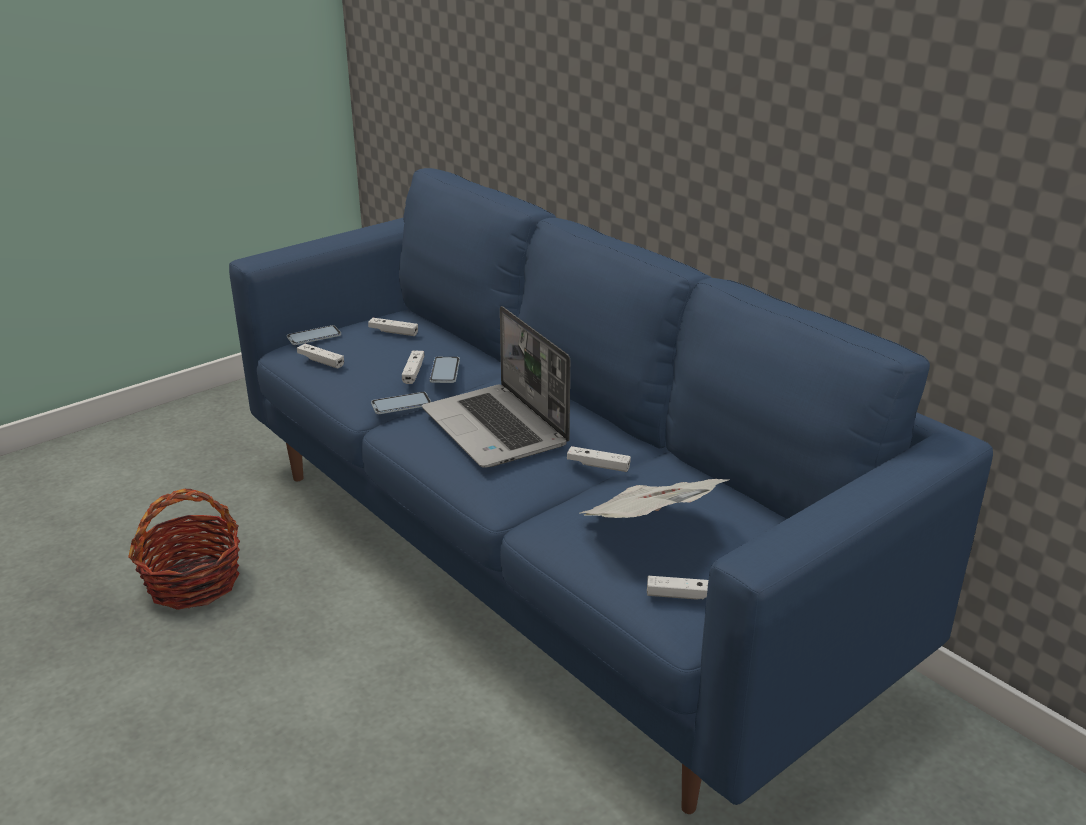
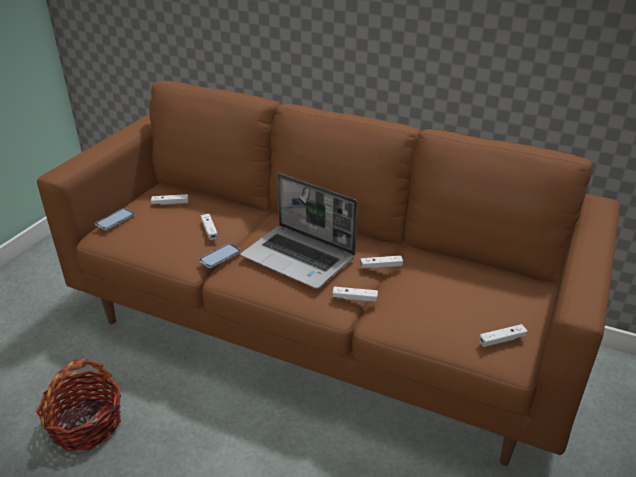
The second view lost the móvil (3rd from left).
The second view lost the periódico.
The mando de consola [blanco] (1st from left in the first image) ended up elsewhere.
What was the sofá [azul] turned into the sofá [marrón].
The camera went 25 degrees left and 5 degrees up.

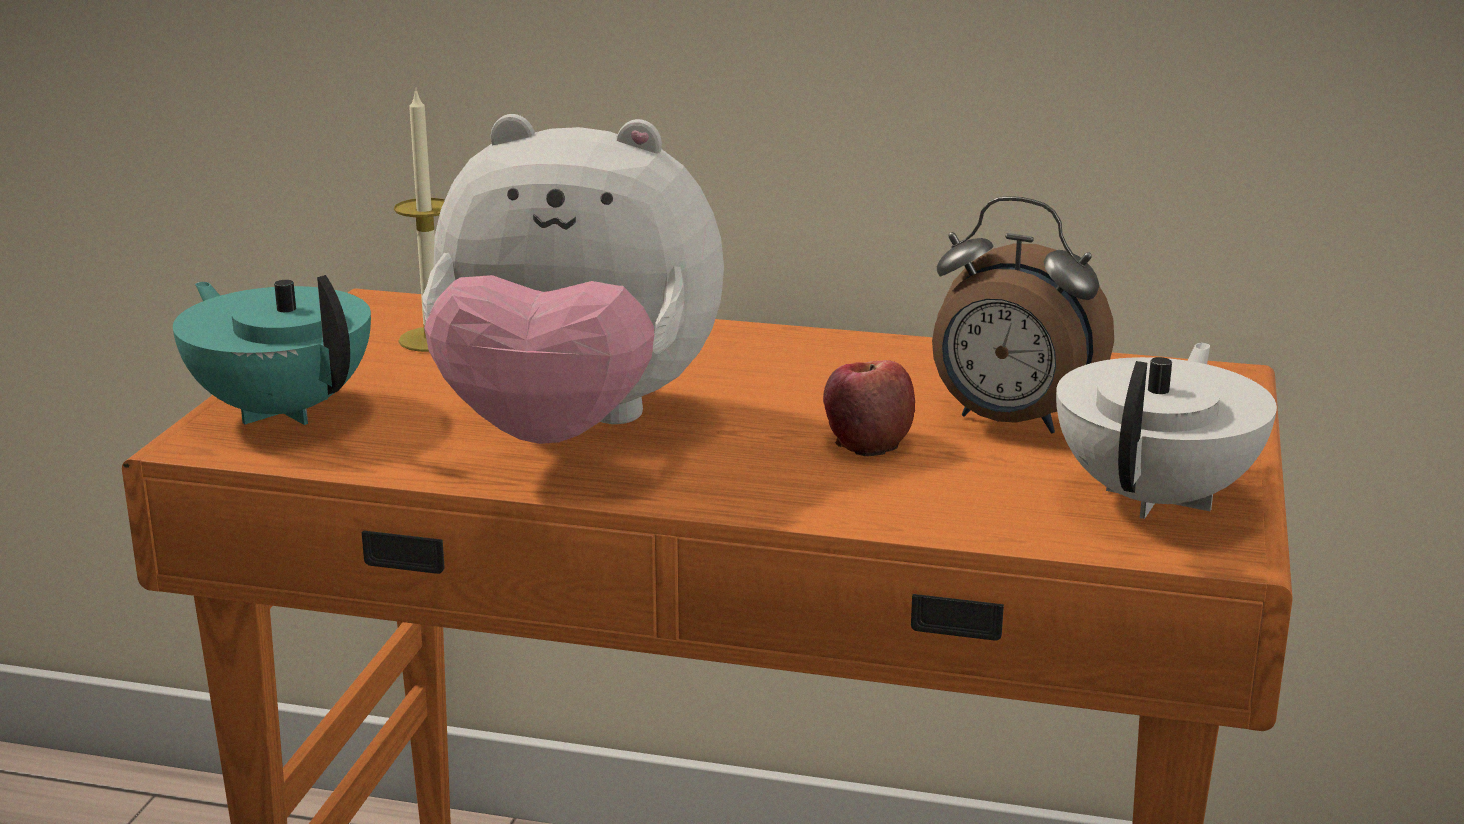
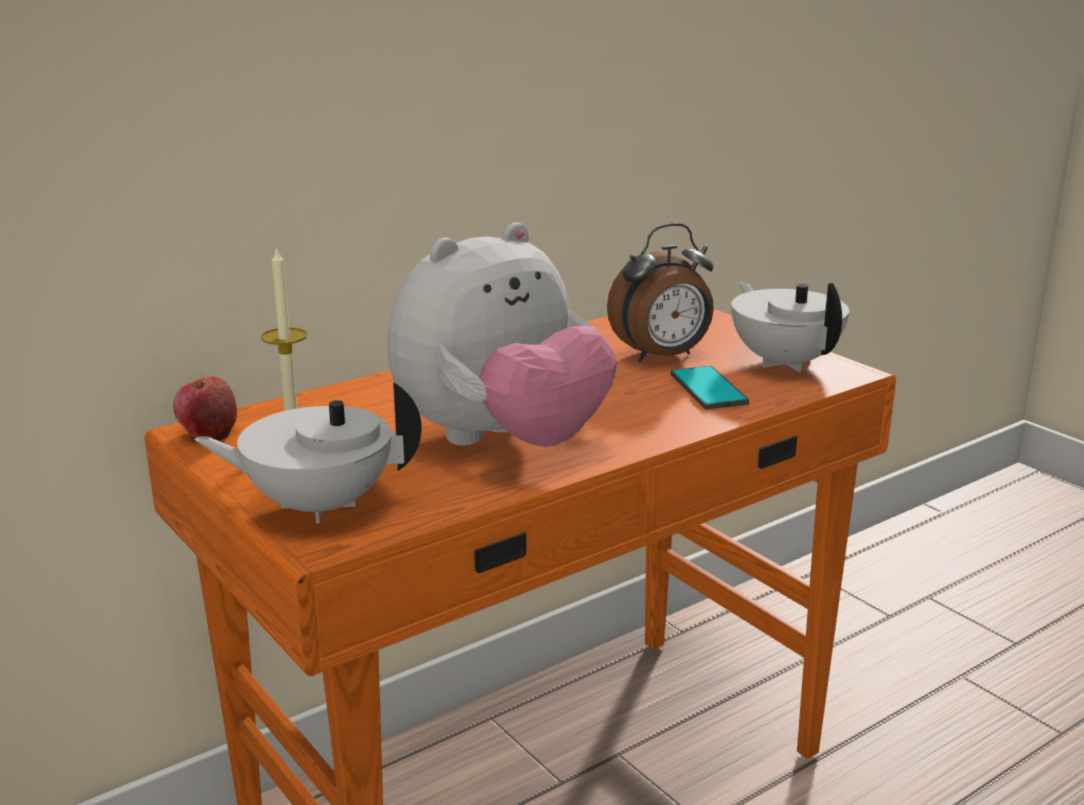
The second view gained the móvil.
The manzana ended up elsewhere.
What was the tetera [turquesa] turned into the tetera [blanco] (1st from left).
The camera went 50 degrees left and 0 degrees up.

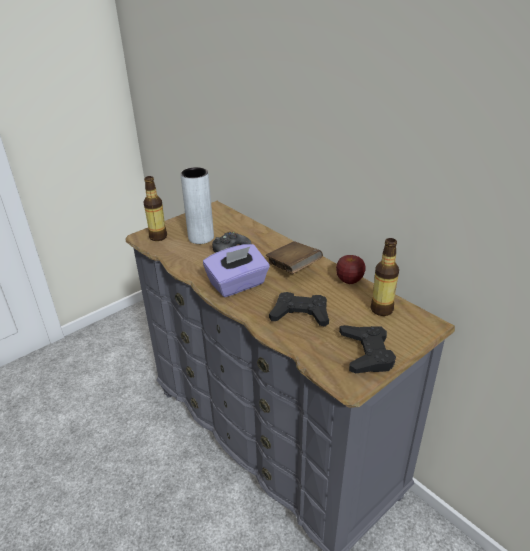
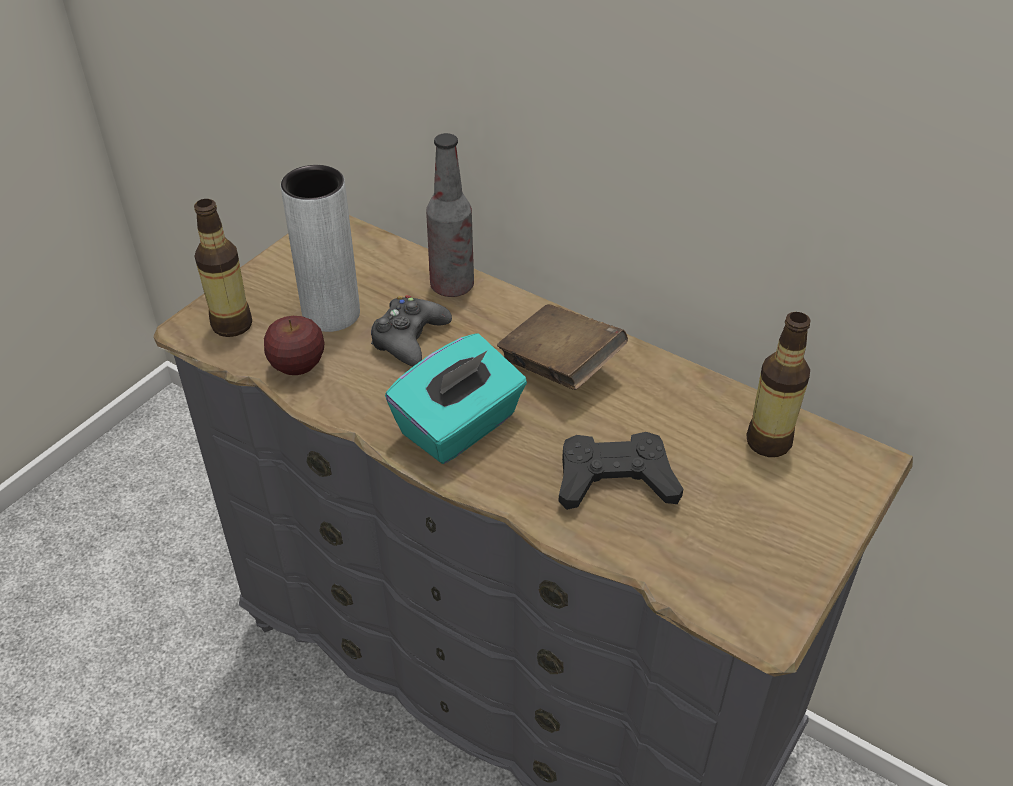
The second view lost the mando de consola [negro] (3rd from left).
The second view gained the botella (2nd from left).
The manzana ended up elsewhere.
What was the caja de pañuelos [morado] turned into the caja de pañuelos [turquesa].
The camera went 15 degrees left and 10 degrees up.

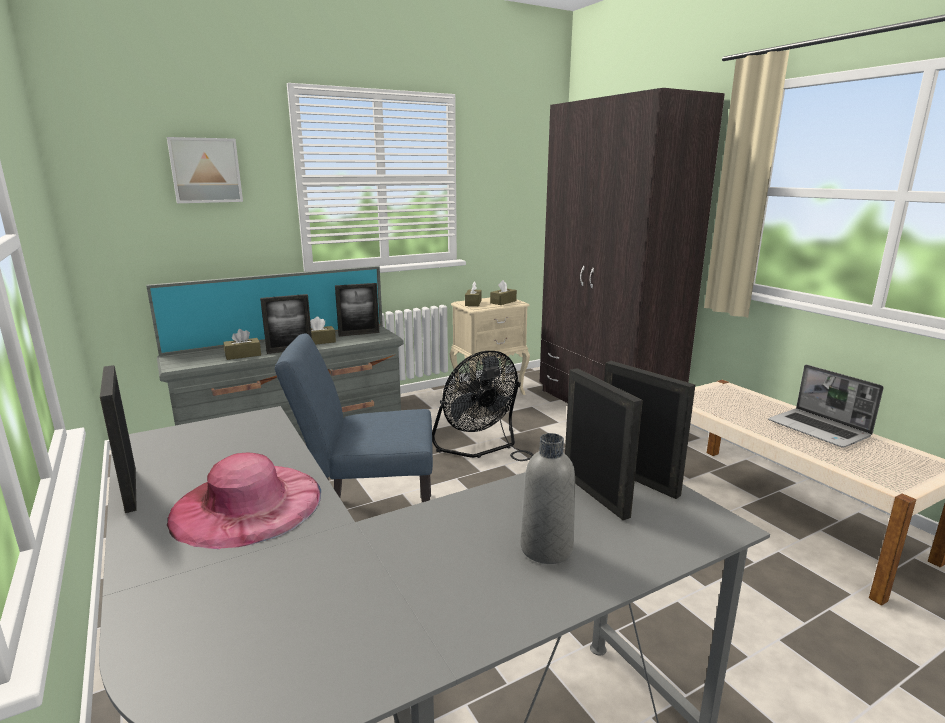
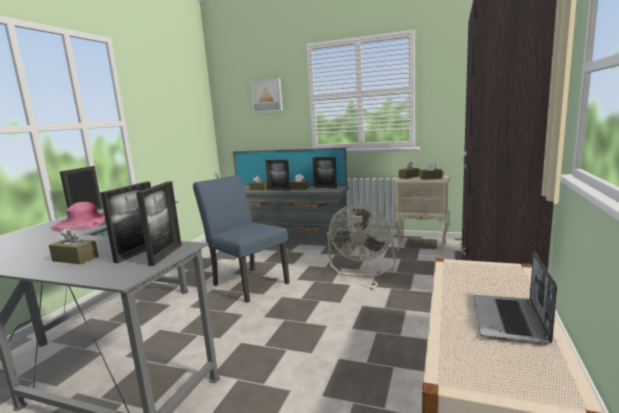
Where the botella [gris] stood, the caja de pañuelos [marrón] (1st from left) came to stand.
What was the ventilador [negro] turned into the ventilador [beis].
The camera went 50 degrees right and 5 degrees down.

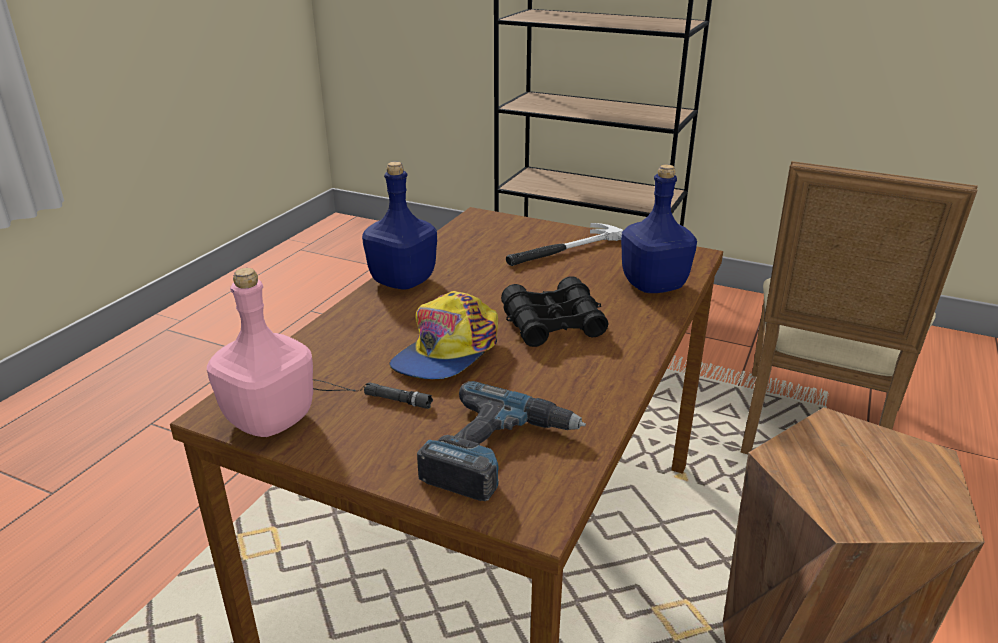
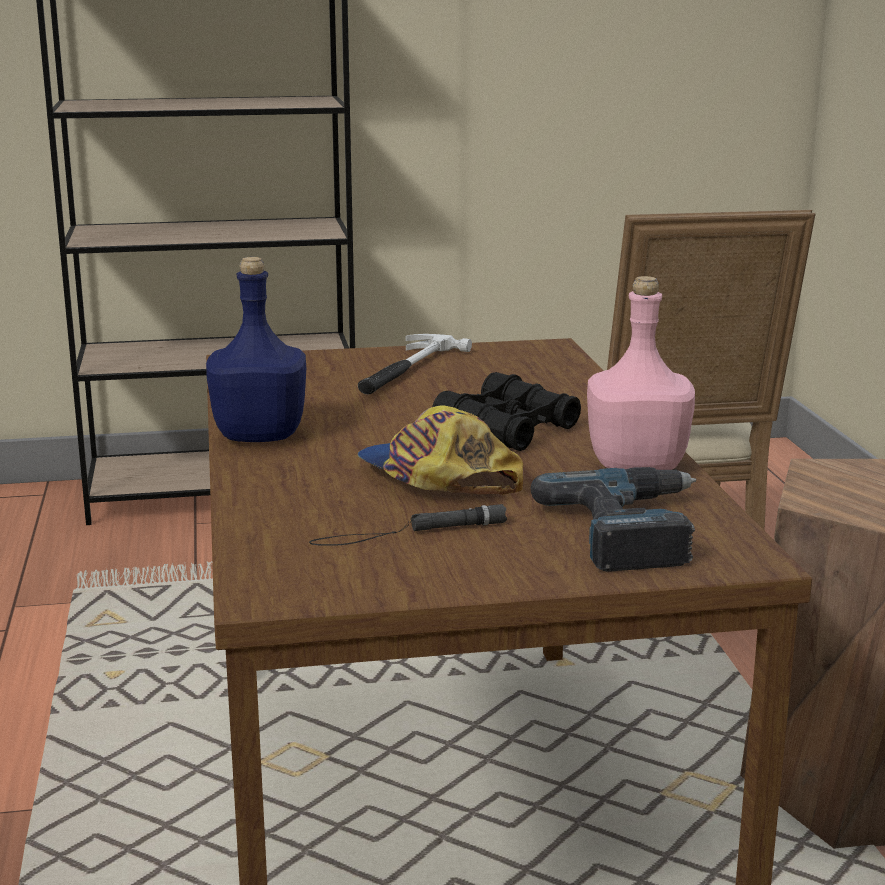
The second view lost the botella [azul] (2nd from left).
The botella [rosa] ended up elsewhere.
The gorra ended up facing another way, 150 degrees clockwise from before.
The camera went 35 degrees left and 10 degrees down.

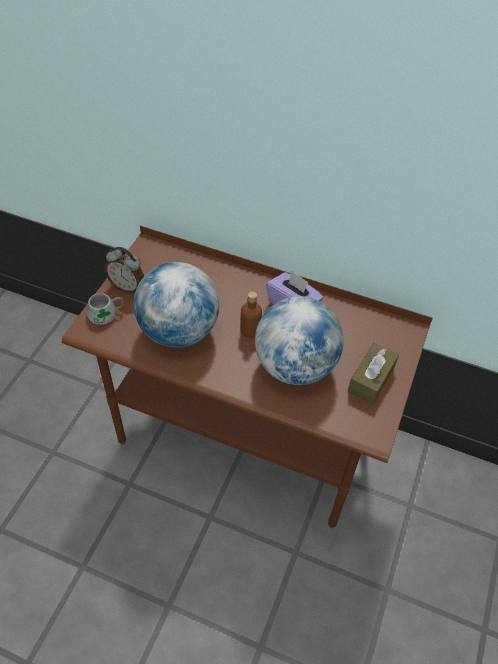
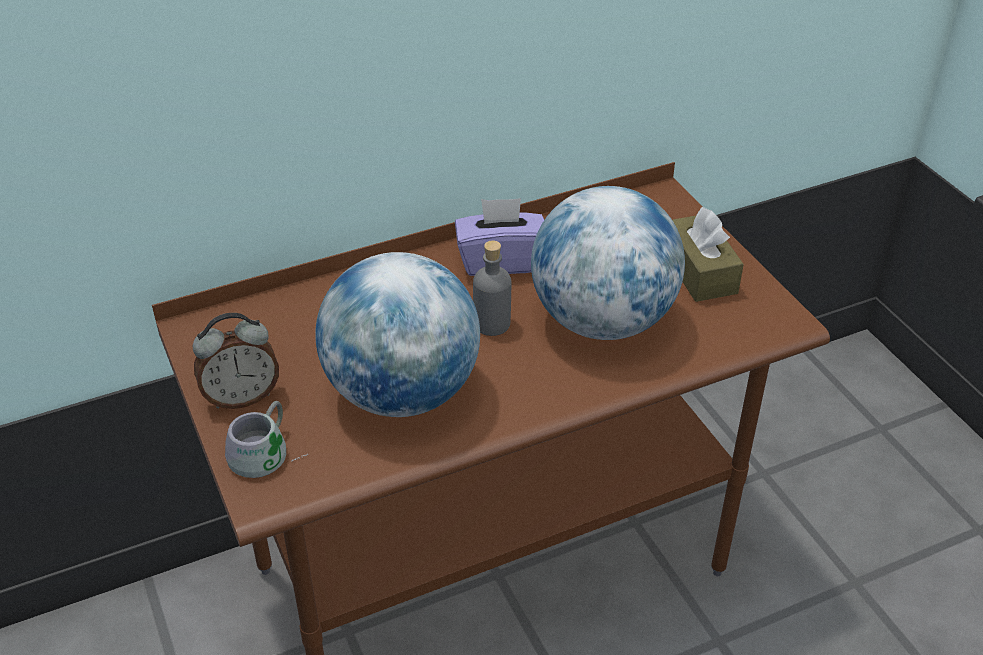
What was the botella [marrón] turned into the botella [gris].
The camera went 45 degrees left and 10 degrees down.

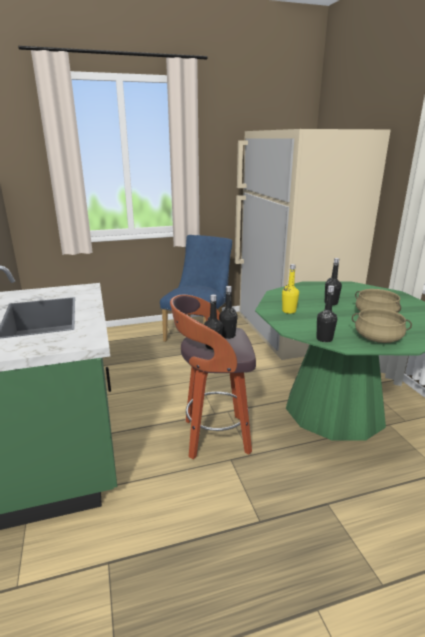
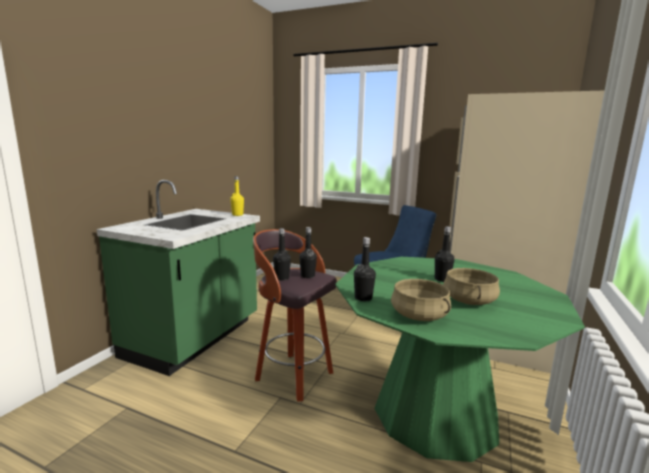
The botella [amarillo] ended up elsewhere.
The camera went 40 degrees right and 10 degrees down.

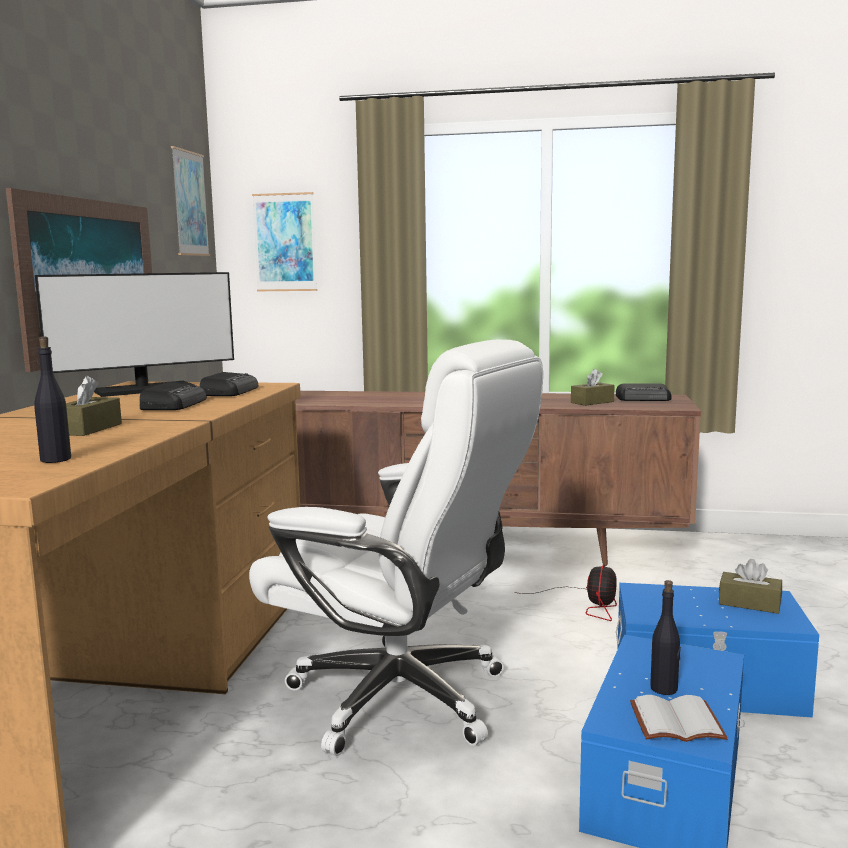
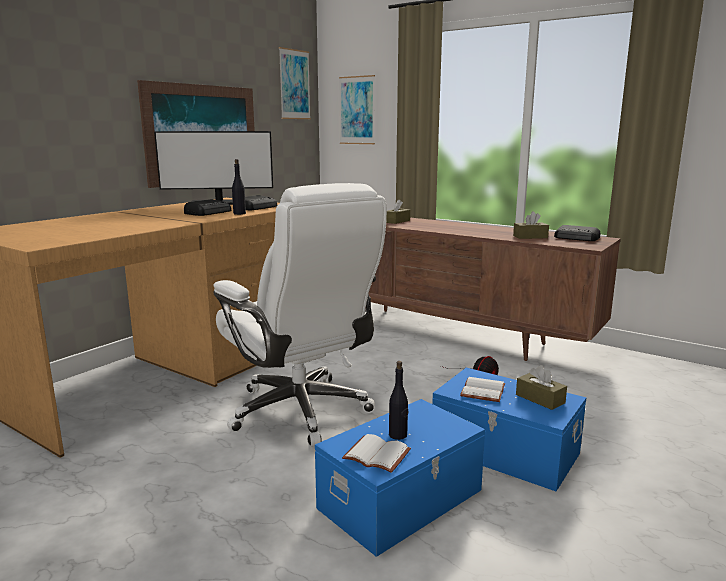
The second view gained the libro [blanco] (2nd from left).
The botella [negro] (1st from left) ended up elsewhere.
The caja de pañuelos [marrón] (1st from left) ended up elsewhere.
The camera went 25 degrees right and 5 degrees up.

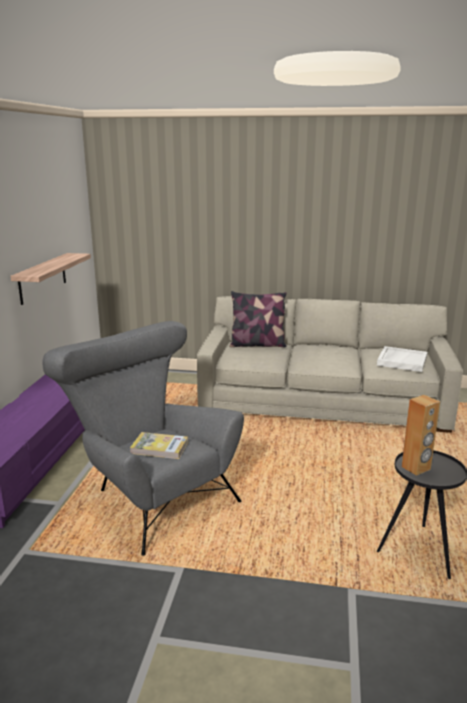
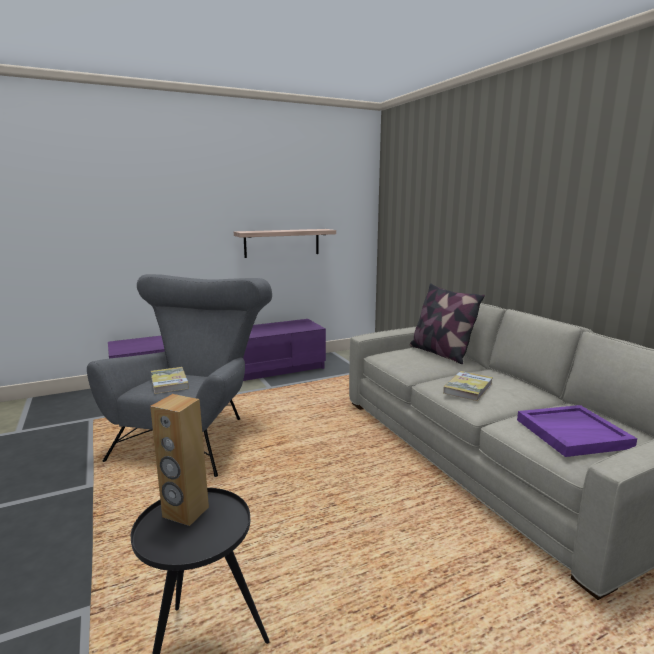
The second view gained the libro (2nd from left).
What was the bandeja [blanco] turned into the bandeja [morado].
The camera went 55 degrees right and 5 degrees down.

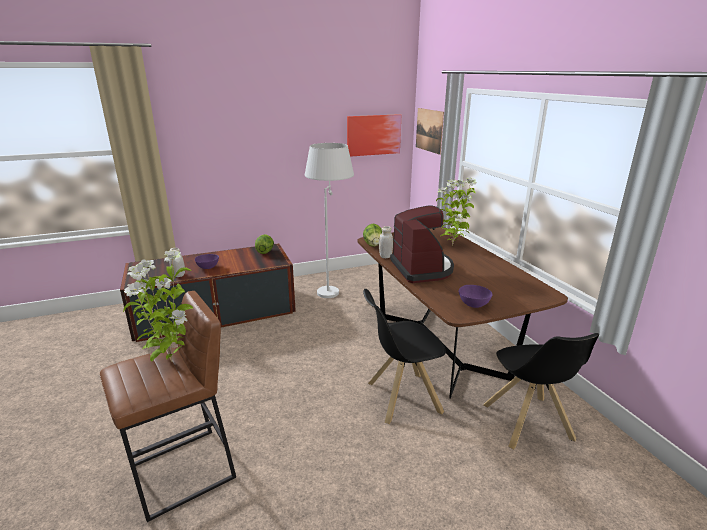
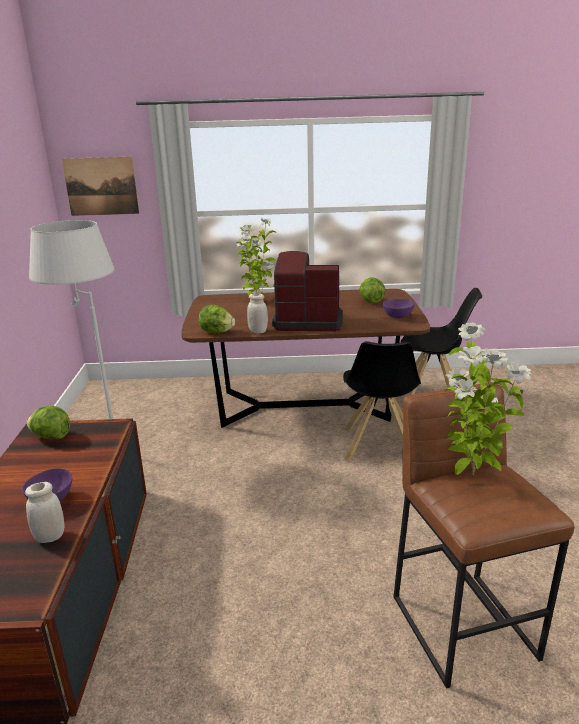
The second view lost the cuadro (1st from left).
The second view gained the lechuga (3rd from left).
The camera went 70 degrees left and 0 degrees up.

